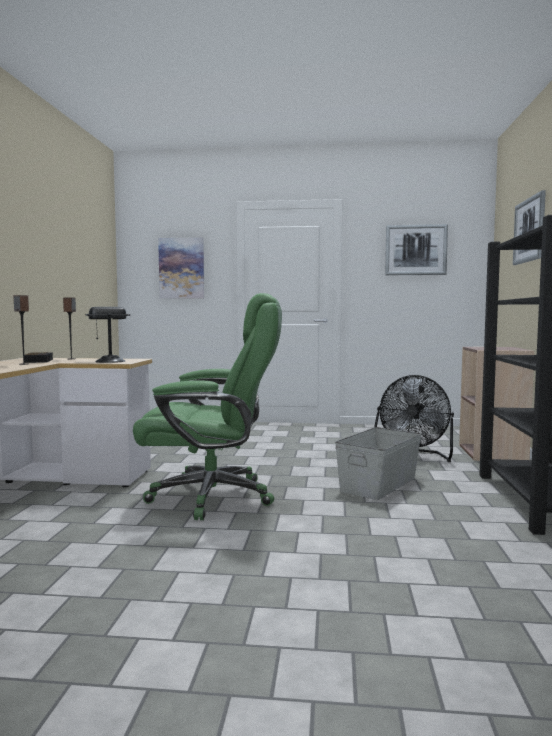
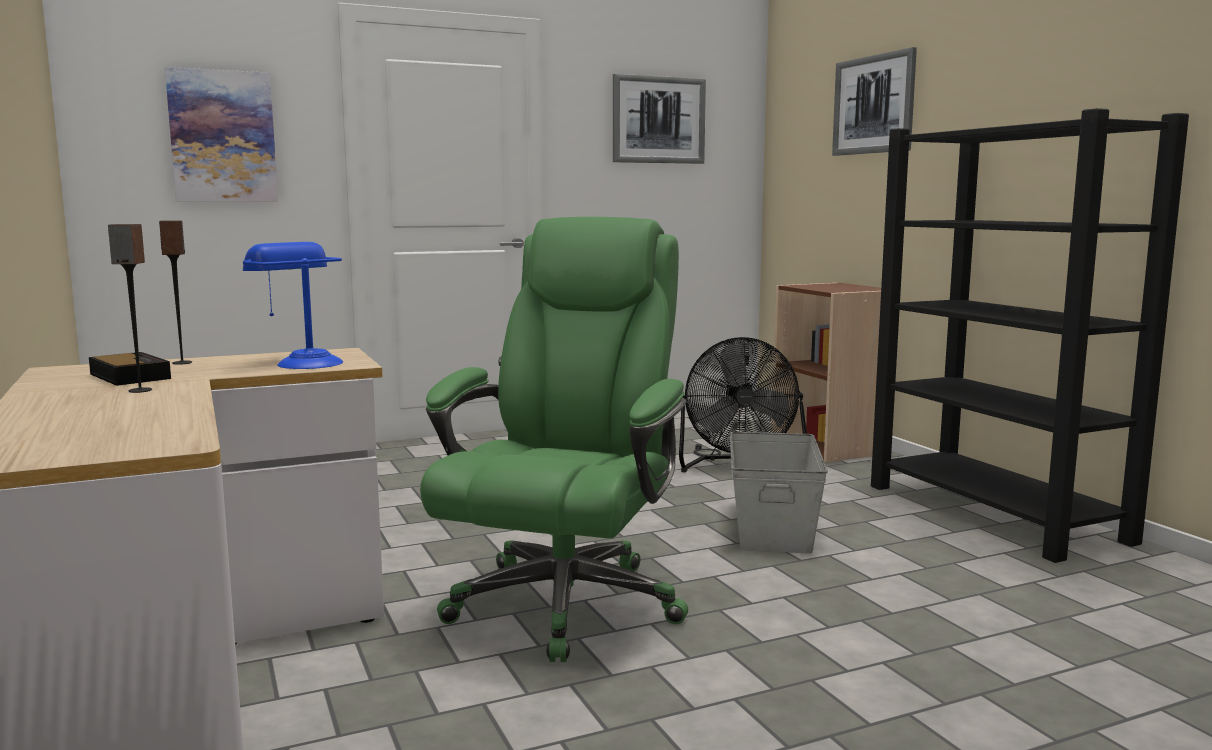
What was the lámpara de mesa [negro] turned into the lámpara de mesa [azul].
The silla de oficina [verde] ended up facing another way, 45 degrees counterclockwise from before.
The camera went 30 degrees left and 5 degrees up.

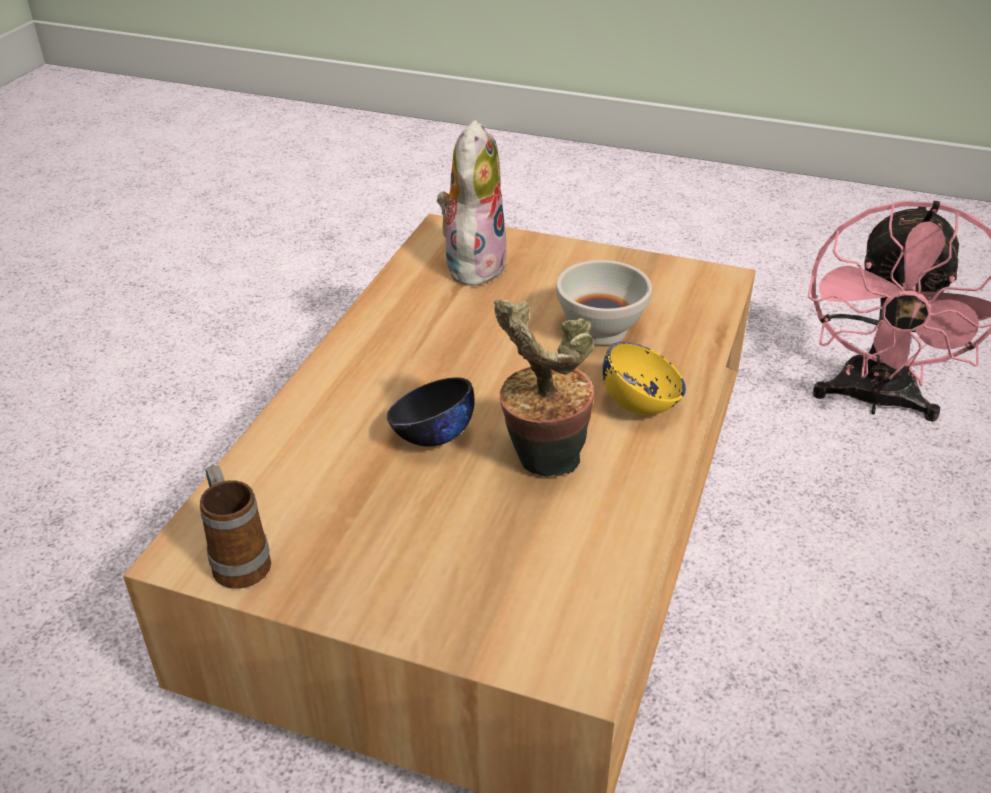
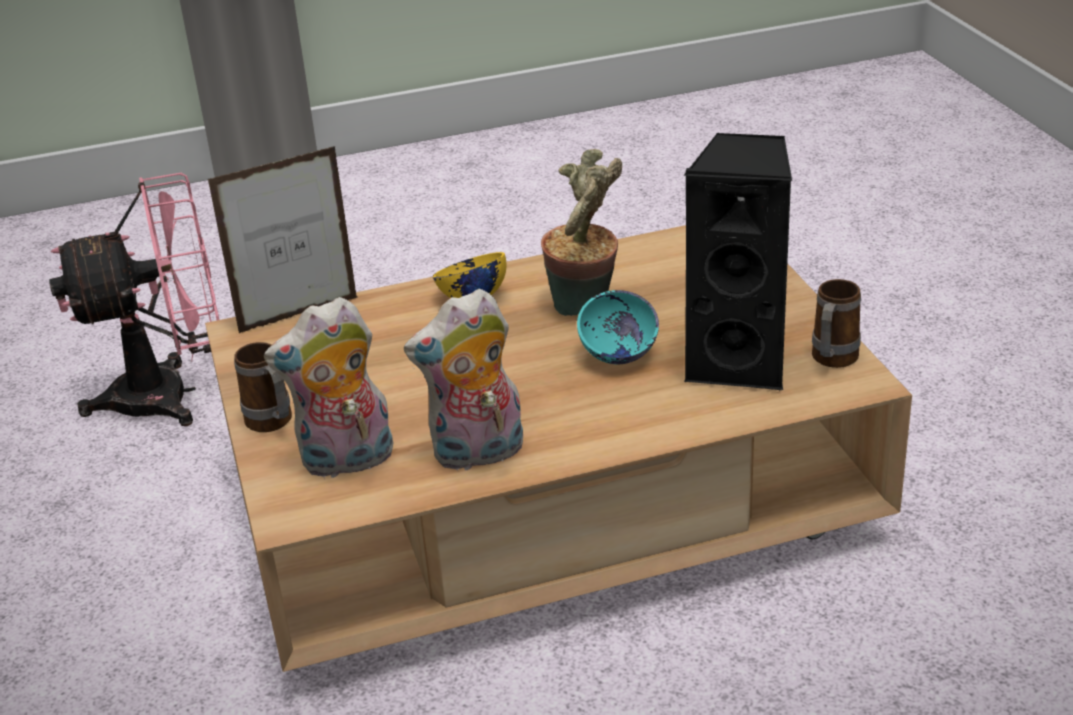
The second view lost the cuenco [blanco].
The second view gained the portarretratos.
The second view gained the taza grande (1st from left).
The second view gained the peluche (2nd from left).
The second view gained the altavoz [negro].
What was the cuenco [negro] turned into the cuenco [turquesa].
The camera went 125 degrees left and 5 degrees down.

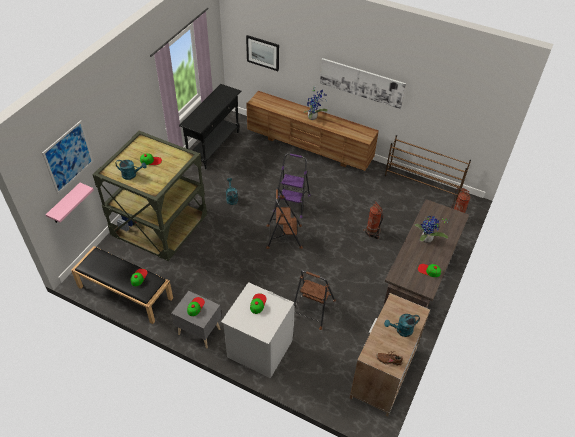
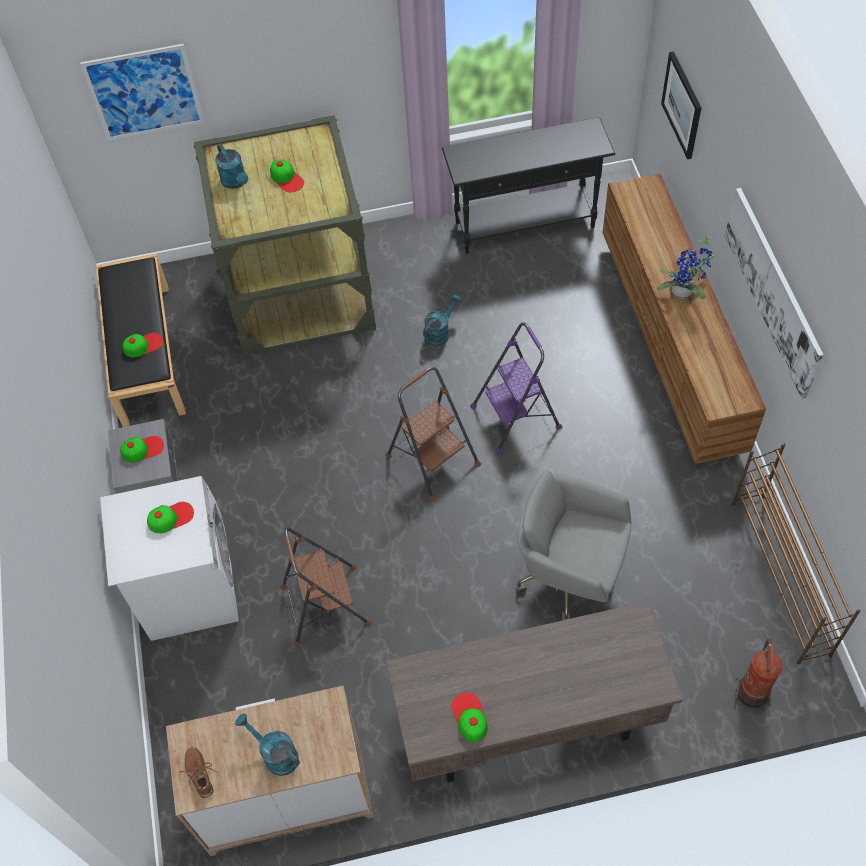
The second view lost the estante [rosa].
The second view lost the planta en maceta (2nd from left).
Where the extintor (1st from left) stood, the silla de oficina [gris] came to stand.
The camera went 55 degrees right and 10 degrees up.

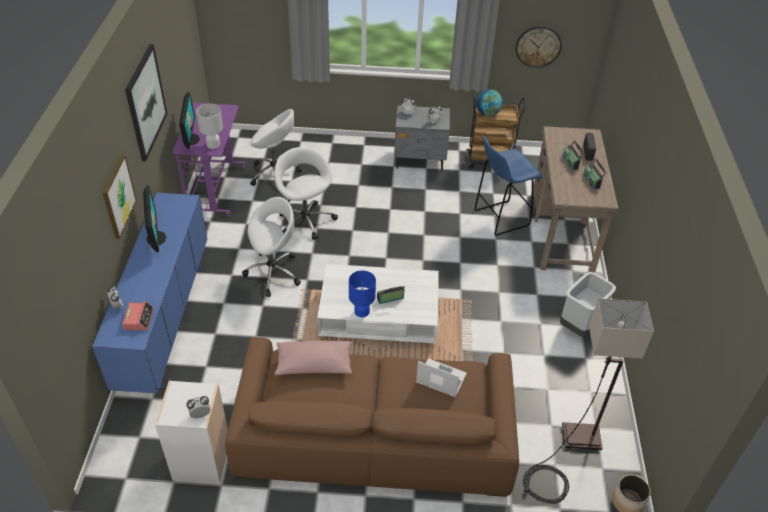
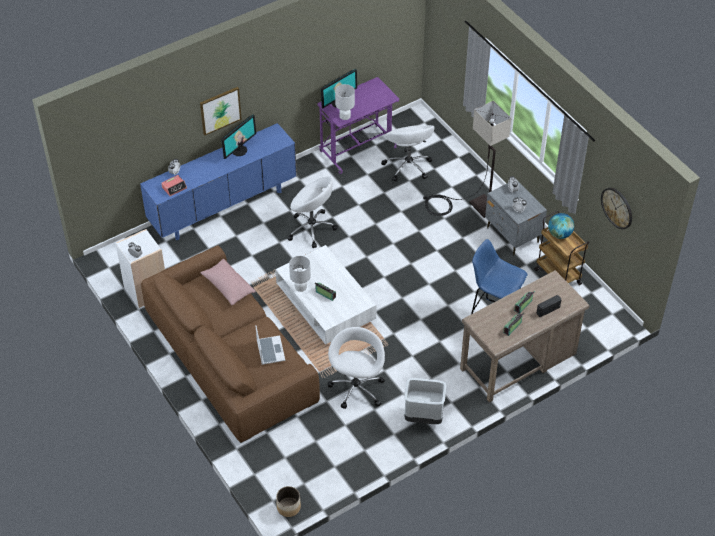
The second view lost the cuadro (2nd from left).
The silla de oficina [blanco] (3rd from left in the first image) ended up elsewhere.
The lámpara de pie ended up elsewhere.
What was the lámpara de mesa [azul] turned into the lámpara de mesa [gris] (1st from left).
The camera went 55 degrees right and 5 degrees up.

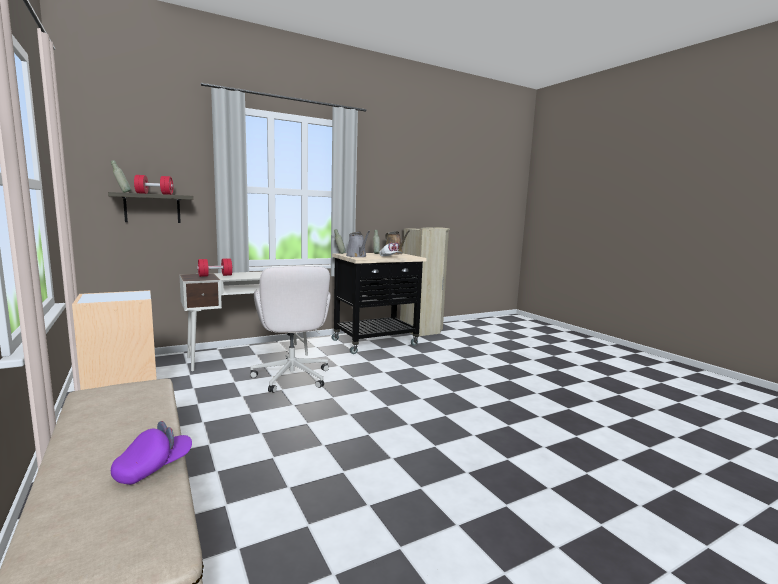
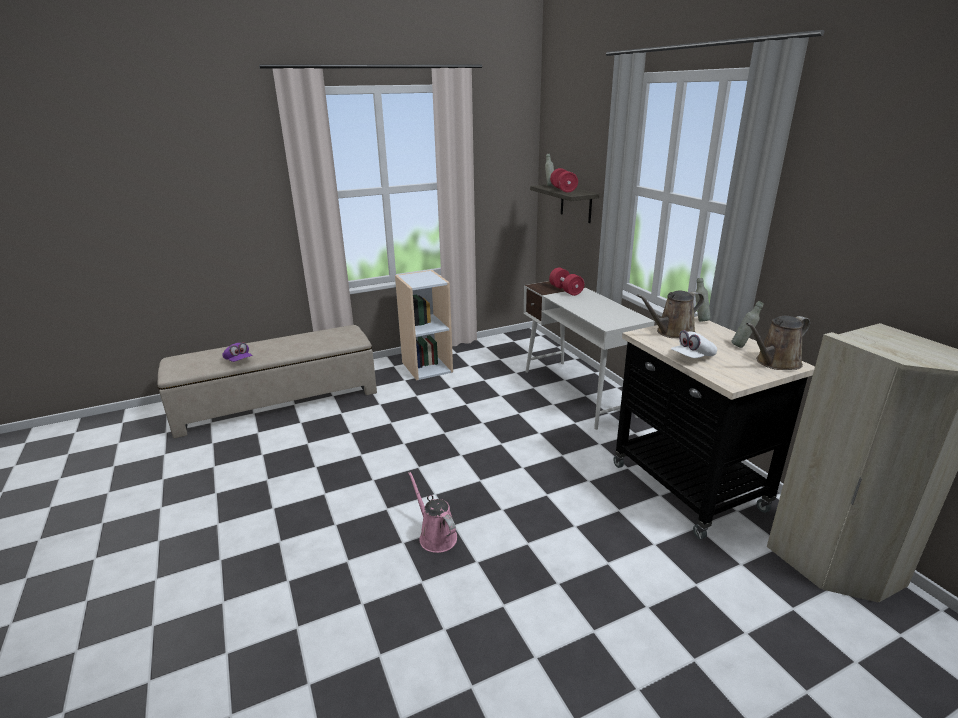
The second view lost the silla de oficina [blanco].
The second view gained the regadera [rosa].
What was the regadera [gris] turned into the regadera [marrón] (1st from left).
The camera went 95 degrees right and 15 degrees up.

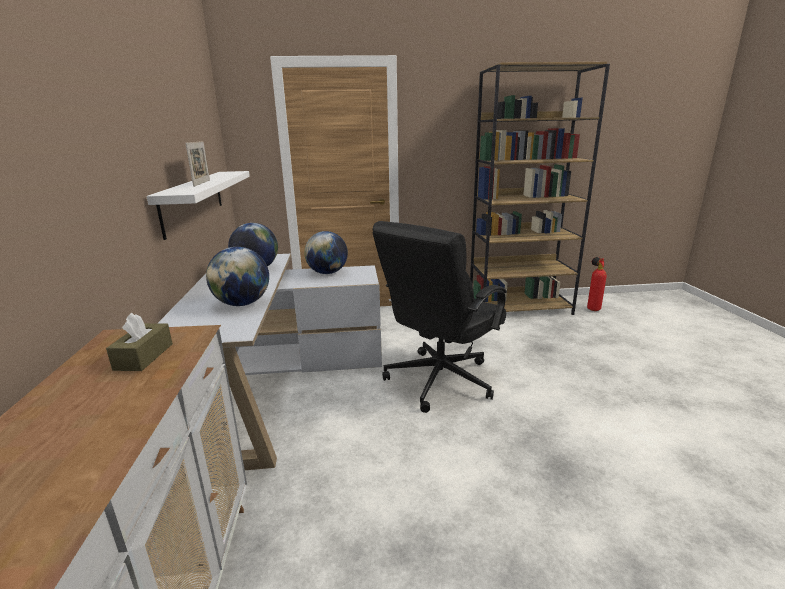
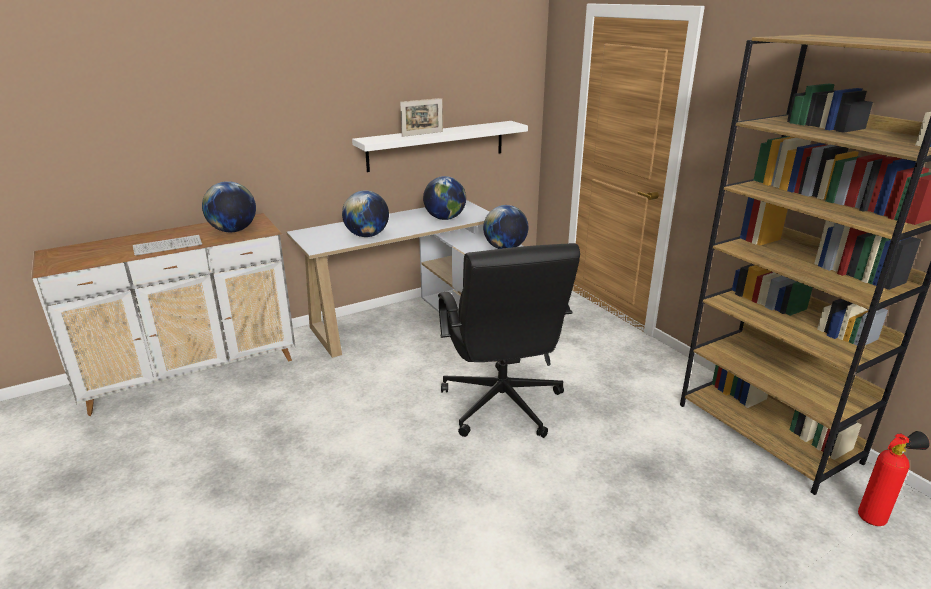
The second view gained the teclado.
Where the caja de pañuelos [marrón] stood, the globo terráqueo (1st from left) came to stand.
The silla de oficina [negro] ended up facing another way, 120 degrees counterclockwise from before.
The camera went 65 degrees right and 5 degrees up.

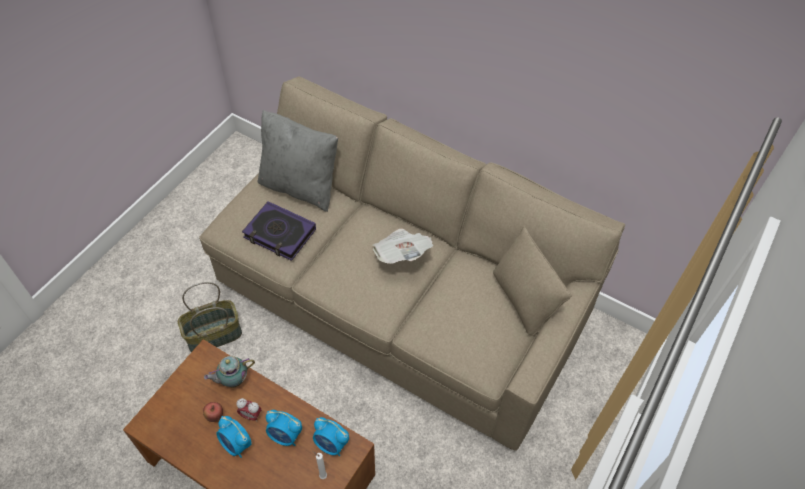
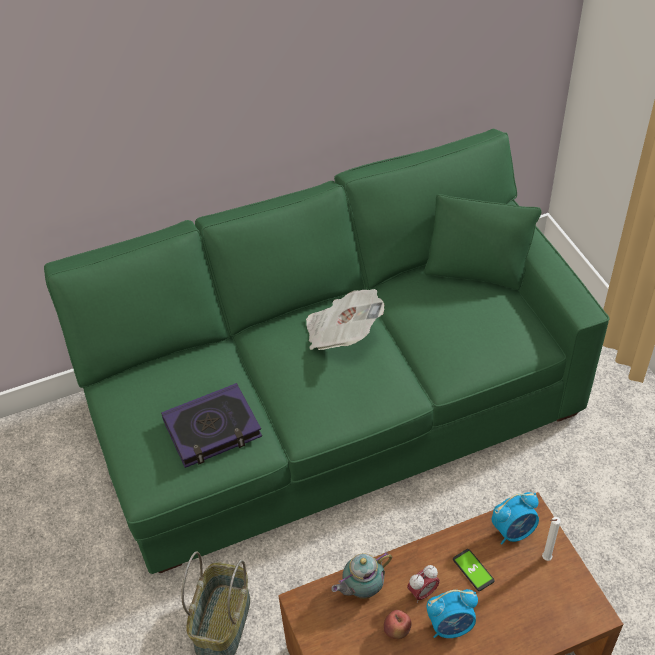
The second view lost the cojín [gris].
Where the despertador (3rd from left) stood, the móvil came to stand.
What was the sofá [beis] turned into the sofá [verde].
The tetera ended up facing another way, 45 degrees clockwise from before.
The camera went 50 degrees left and 5 degrees down.

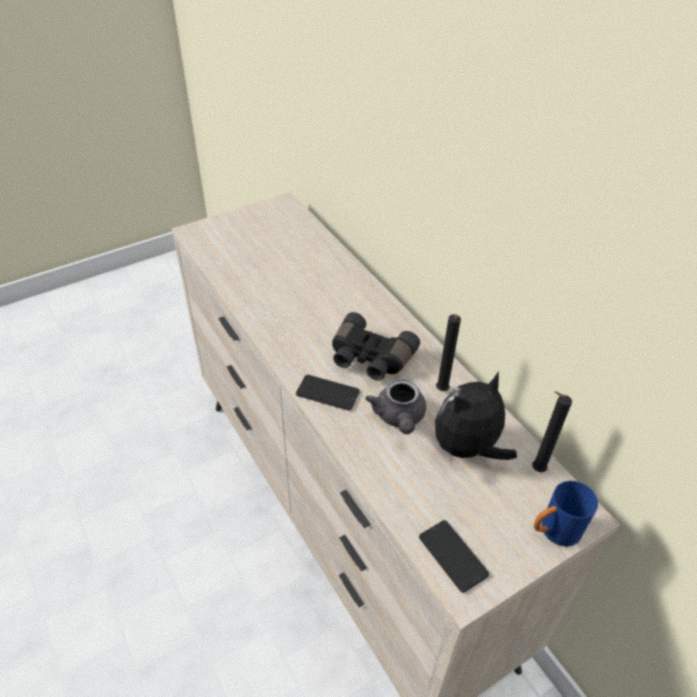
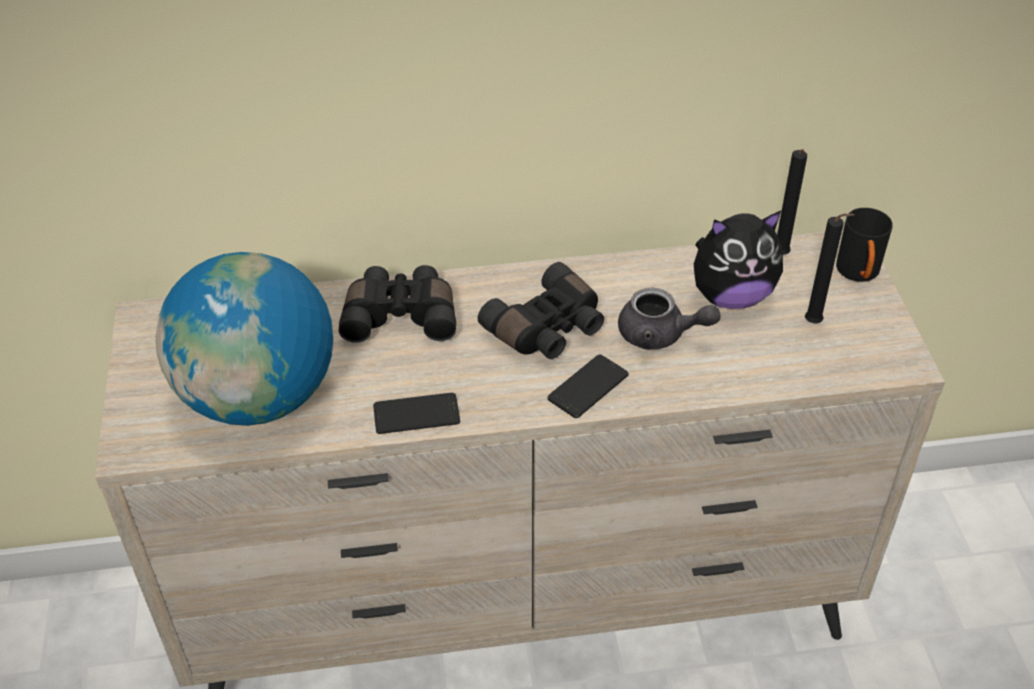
The second view gained the globo terráqueo.
The second view gained the prismáticos [negro] (1st from left).
The móvil (2nd from left in the first image) ended up elsewhere.
The vela [negro] (1st from left in the first image) ended up elsewhere.
What was the taza grande [azul] turned into the taza grande [negro].
The peluche ended up facing another way, 90 degrees counterclockwise from before.
The camera went 65 degrees left and 0 degrees up.

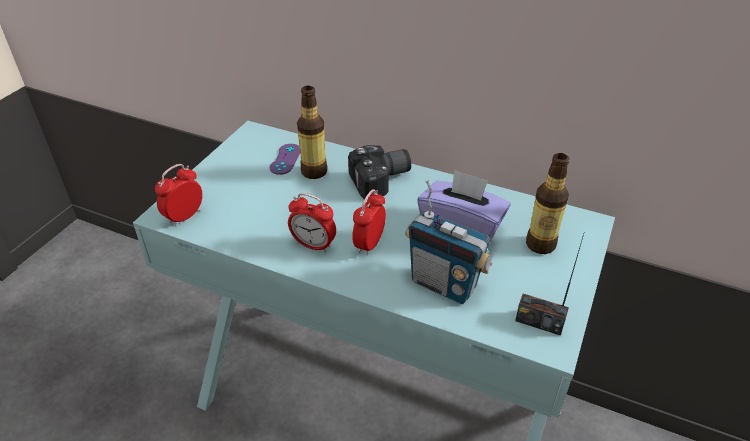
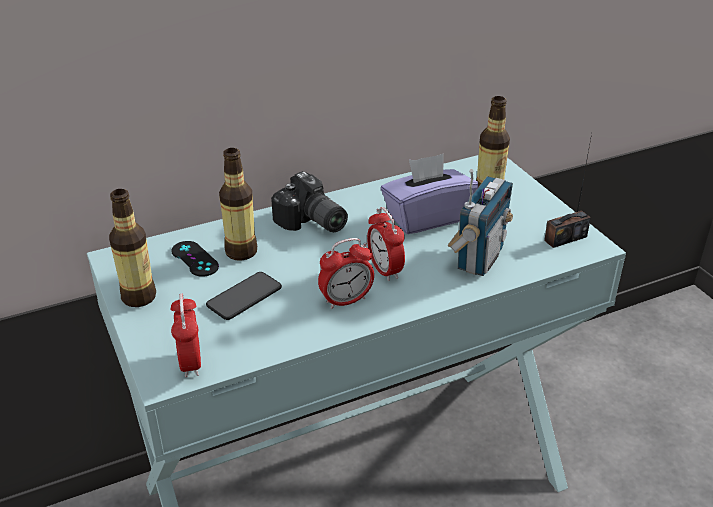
The second view gained the botella (1st from left).
The second view gained the móvil.
What was the mando de consola [morado] turned into the mando de consola [negro].
The cámara ended up facing another way, 120 degrees clockwise from before.
The radio (1st from left) ended up facing another way, 45 degrees counterclockwise from before.
The camera went 50 degrees left and 5 degrees down.

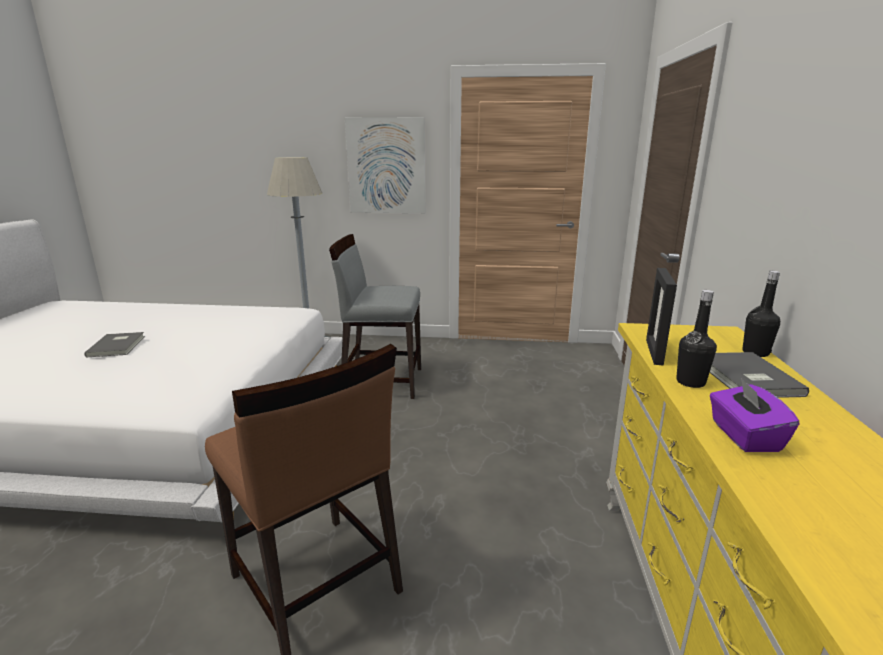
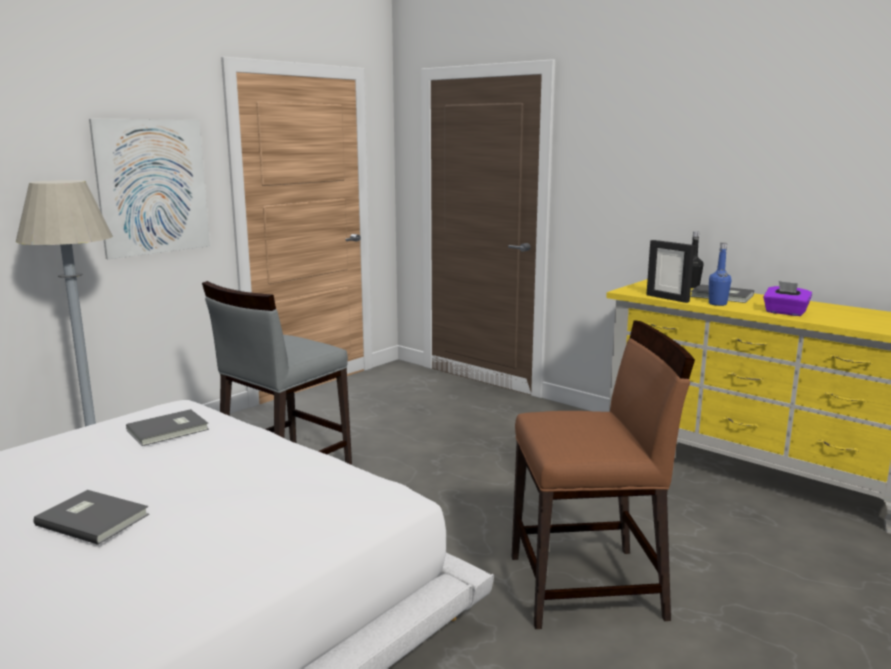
The second view gained the libro [gris] (2nd from left).
What was the botella [negro] (1st from left) turned into the botella [azul].
The camera went 55 degrees left and 5 degrees down.

